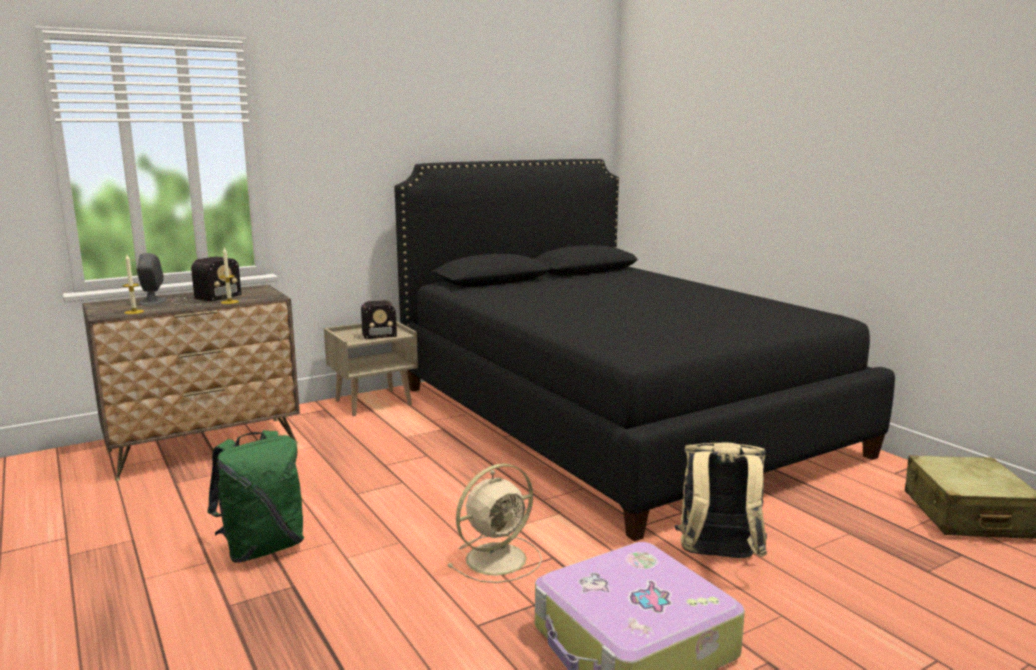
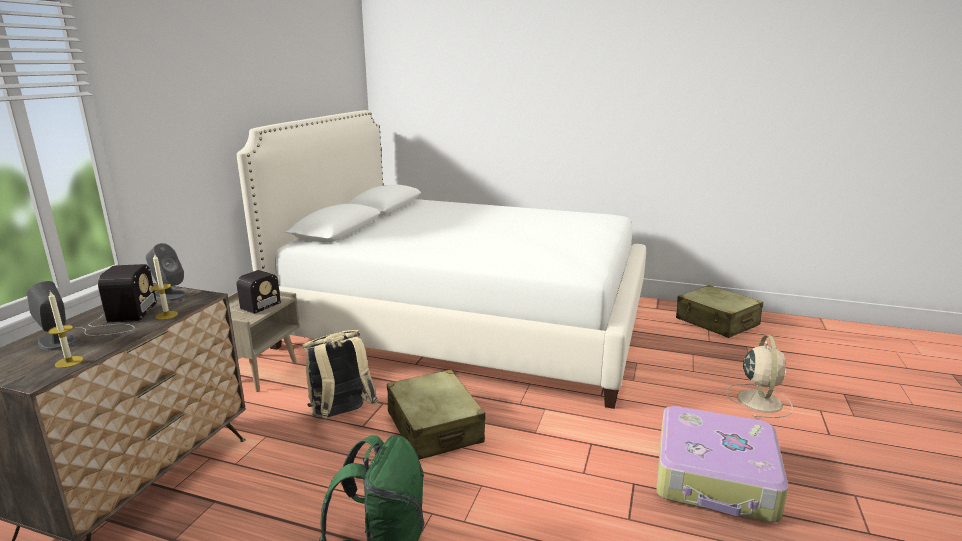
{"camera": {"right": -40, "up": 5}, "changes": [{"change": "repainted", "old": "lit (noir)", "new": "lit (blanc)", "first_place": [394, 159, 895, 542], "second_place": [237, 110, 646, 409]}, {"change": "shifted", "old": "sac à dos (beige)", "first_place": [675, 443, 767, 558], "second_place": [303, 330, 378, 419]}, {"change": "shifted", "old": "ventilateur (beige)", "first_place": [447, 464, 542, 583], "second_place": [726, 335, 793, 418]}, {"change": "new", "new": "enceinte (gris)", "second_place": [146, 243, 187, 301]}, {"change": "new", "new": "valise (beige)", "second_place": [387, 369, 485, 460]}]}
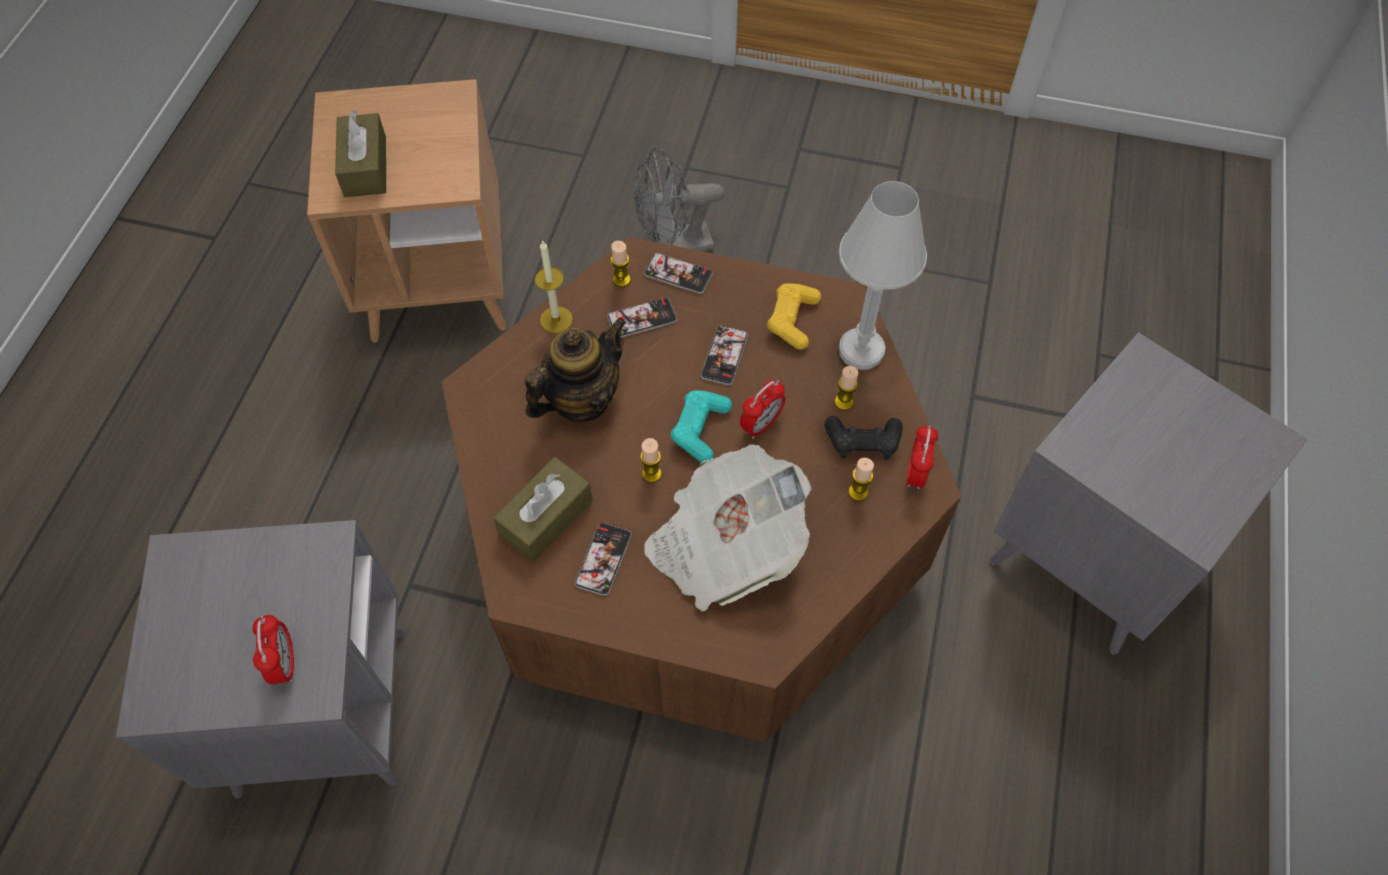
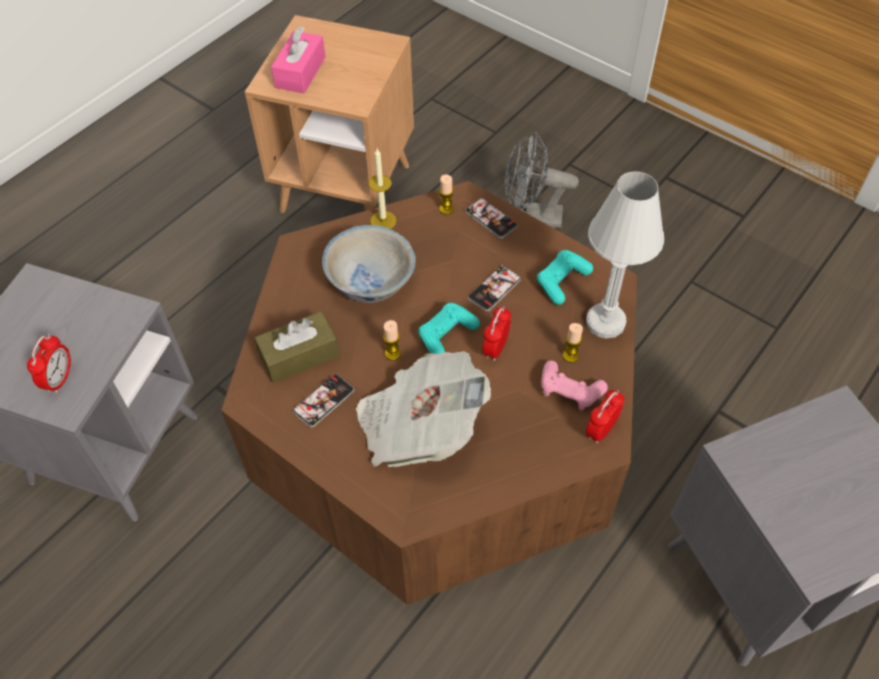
{"camera": {"right": 25, "up": -5}, "changes": [{"change": "repainted", "old": "boîte à mouchoirs (marron)", "new": "boîte à mouchoirs (rose)", "first_place": [335, 110, 386, 197], "second_place": [271, 26, 325, 93]}, {"change": "repainted", "old": "manette (jaune)", "new": "manette (turquoise)", "first_place": [767, 283, 821, 350], "second_place": [537, 250, 593, 305]}, {"change": "gone", "old": "téléphone", "first_place": [607, 298, 677, 338]}, {"change": "swapped", "old": "théière", "new": "bol (blanc)", "first_place": [525, 317, 627, 422], "second_place": [322, 225, 416, 303]}, {"change": "rotated", "old": "réveil", "first_place": [740, 380, 785, 439], "second_place": [482, 306, 511, 361], "degrees": 135}, {"change": "repainted", "old": "manette (noir)", "new": "manette (rose)", "first_place": [825, 416, 903, 460], "second_place": [541, 361, 608, 411]}, {"change": "gone", "old": "bougie", "first_place": [848, 458, 874, 501]}]}
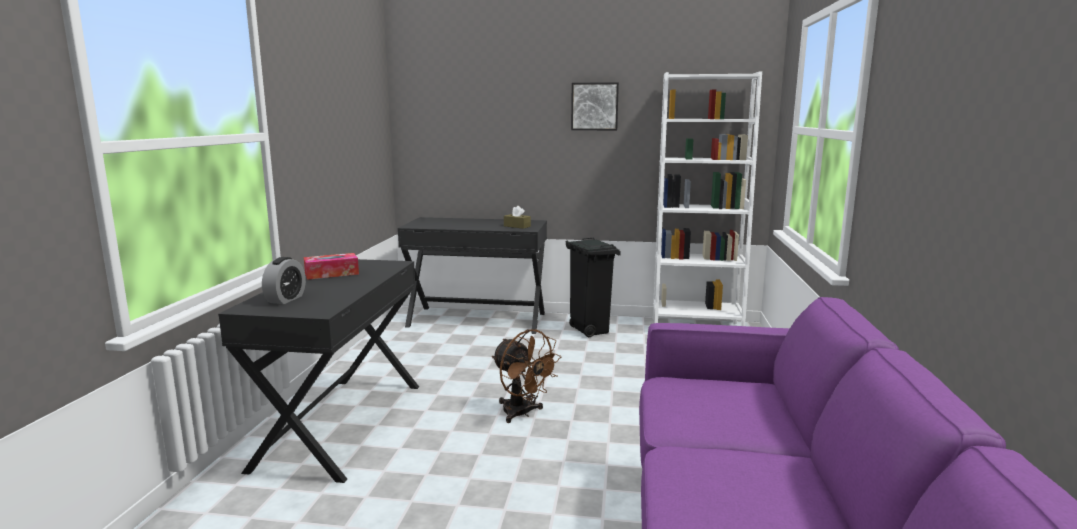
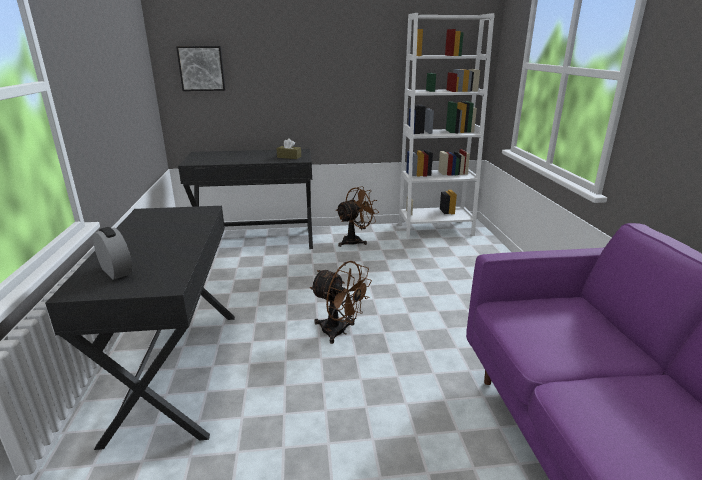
{"camera": {"right": -15, "up": 10}, "changes": [{"change": "shifted", "old": "tableau", "first_place": [571, 82, 619, 130], "second_place": [176, 46, 225, 91]}, {"change": "swapped", "old": "poubelle (noir)", "new": "ventilateur (marron)", "first_place": [565, 238, 621, 337], "second_place": [336, 186, 379, 247]}, {"change": "gone", "old": "boîte à mouchoirs", "first_place": [304, 253, 359, 280]}, {"change": "rotated", "old": "réveil", "first_place": [262, 257, 306, 304], "second_place": [93, 227, 132, 280], "degrees": -45}]}
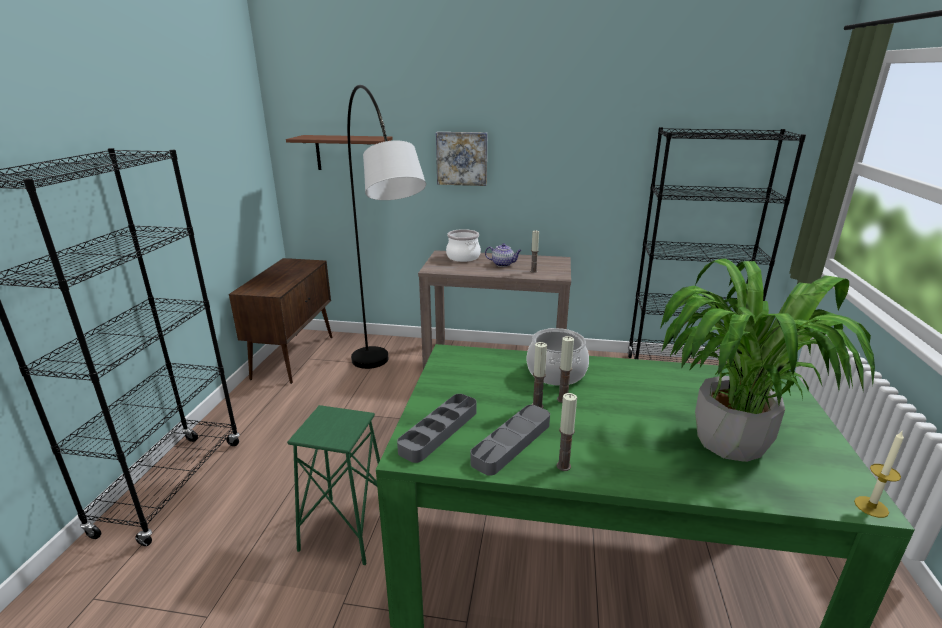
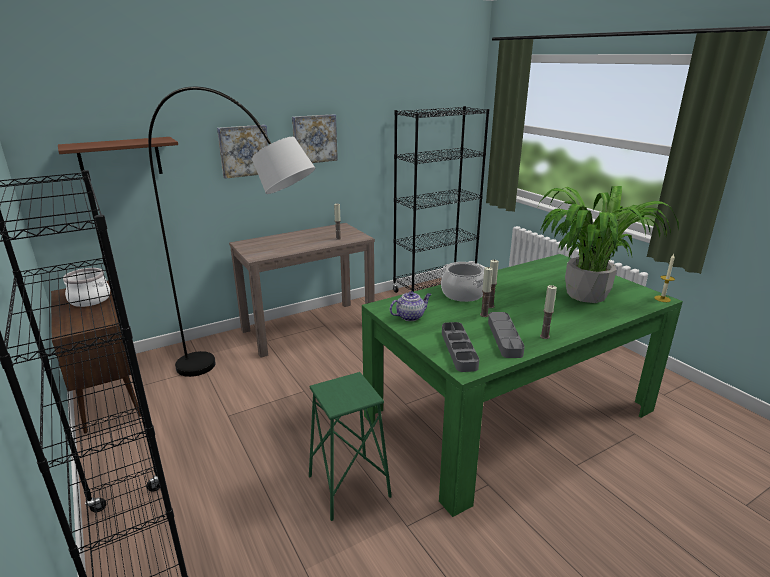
{"camera": {"right": -40, "up": 0}, "changes": [{"change": "shifted", "old": "marmite", "first_place": [446, 229, 481, 262], "second_place": [63, 268, 110, 307]}, {"change": "shifted", "old": "théière", "first_place": [485, 243, 522, 267], "second_place": [389, 291, 431, 321]}, {"change": "new", "new": "tableau", "second_place": [292, 114, 338, 163]}]}
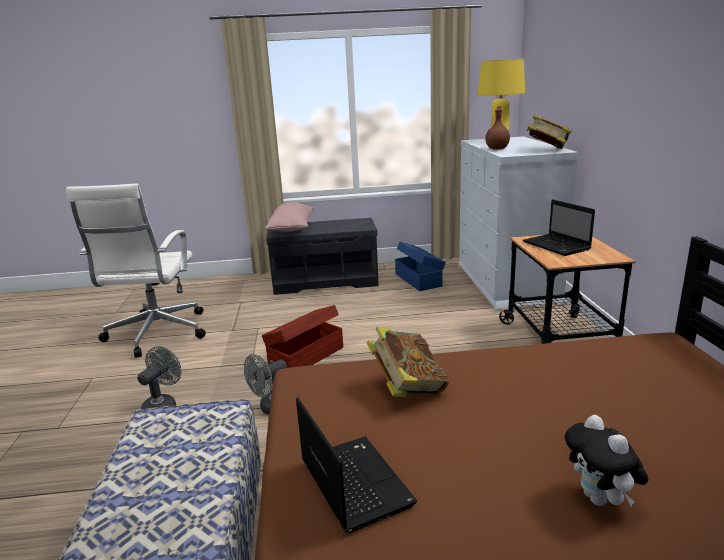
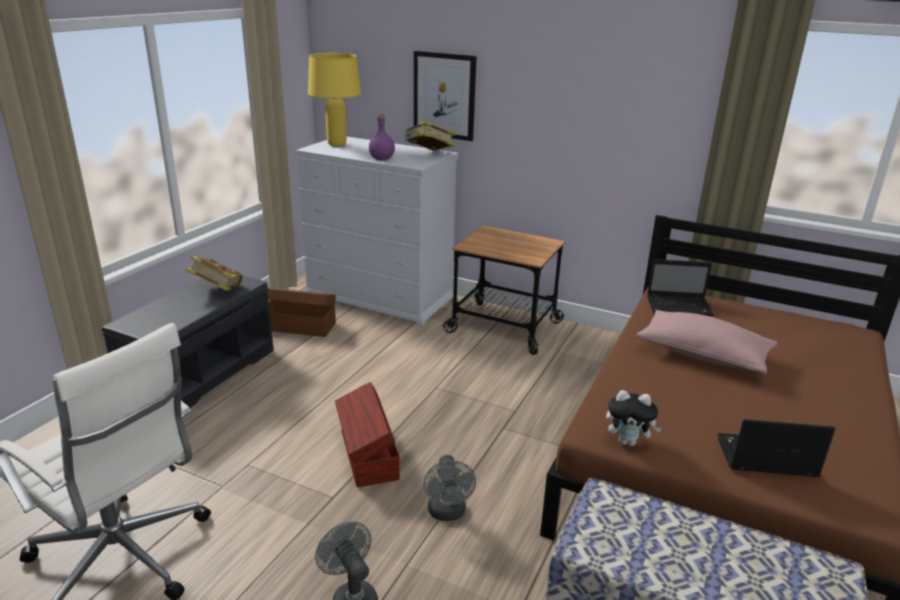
{"camera": {"right": -60, "up": 5}, "changes": [{"change": "repainted", "old": "bouteille (marron)", "new": "bouteille (violet)", "first_place": [485, 106, 510, 150], "second_place": [369, 114, 395, 160]}, {"change": "shifted", "old": "ordinateur portable", "first_place": [523, 199, 595, 256], "second_place": [647, 259, 714, 316]}, {"change": "shifted", "old": "coussin (rose)", "first_place": [265, 202, 315, 232], "second_place": [636, 310, 777, 374]}, {"change": "repainted", "old": "boîte de rangement (bleu)", "new": "boîte de rangement (marron)", "first_place": [395, 241, 446, 291], "second_place": [268, 288, 336, 337]}, {"change": "shifted", "old": "livre", "first_place": [367, 327, 449, 397], "second_place": [185, 256, 243, 291]}, {"change": "shifted", "old": "peluche", "first_place": [565, 415, 648, 506], "second_place": [606, 390, 662, 446]}, {"change": "new", "new": "tableau", "second_place": [414, 51, 477, 141]}]}
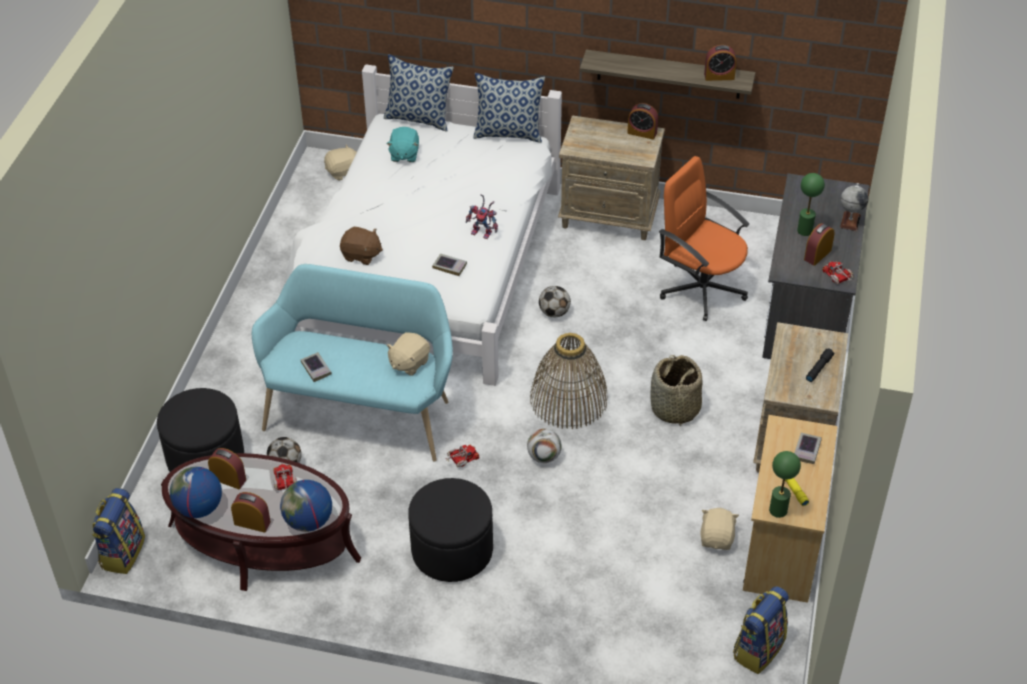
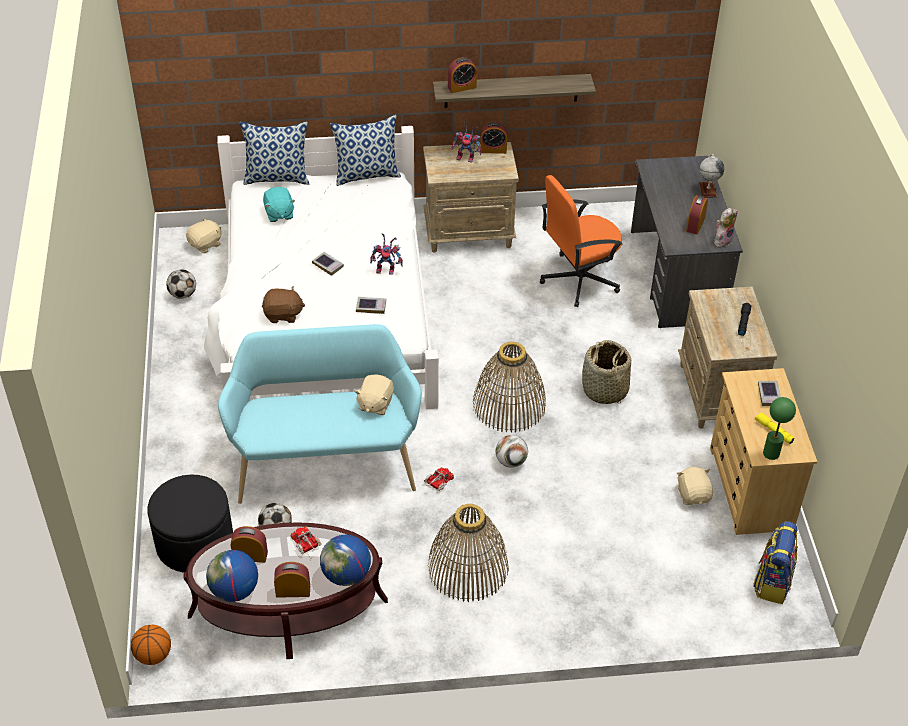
{"camera": {"right": -20, "up": 0}, "changes": [{"change": "shifted", "old": "réveil", "first_place": [704, 45, 736, 81], "second_place": [448, 57, 477, 93]}, {"change": "rotated", "old": "chaise de bureau (orange)", "first_place": [659, 156, 749, 321], "second_place": [540, 175, 623, 307], "degrees": -45}, {"change": "gone", "old": "lampe de table (vert)", "first_place": [797, 173, 825, 236]}, {"change": "swapped", "old": "camion jouet", "new": "peluche", "first_place": [822, 261, 854, 284], "second_place": [714, 208, 737, 247]}, {"change": "shifted", "old": "ballon de foot", "first_place": [539, 286, 571, 317], "second_place": [166, 269, 196, 299]}, {"change": "shifted", "old": "livre", "first_place": [301, 352, 332, 382], "second_place": [312, 252, 344, 276]}, {"change": "swapped", "old": "pouf (noir)", "new": "panier", "first_place": [408, 478, 493, 582], "second_place": [428, 504, 509, 602]}, {"change": "swapped", "old": "sac à dos", "new": "ballon de basket", "first_place": [92, 488, 145, 574], "second_place": [131, 624, 171, 665]}, {"change": "new", "new": "robot jouet", "second_place": [451, 121, 482, 163]}]}
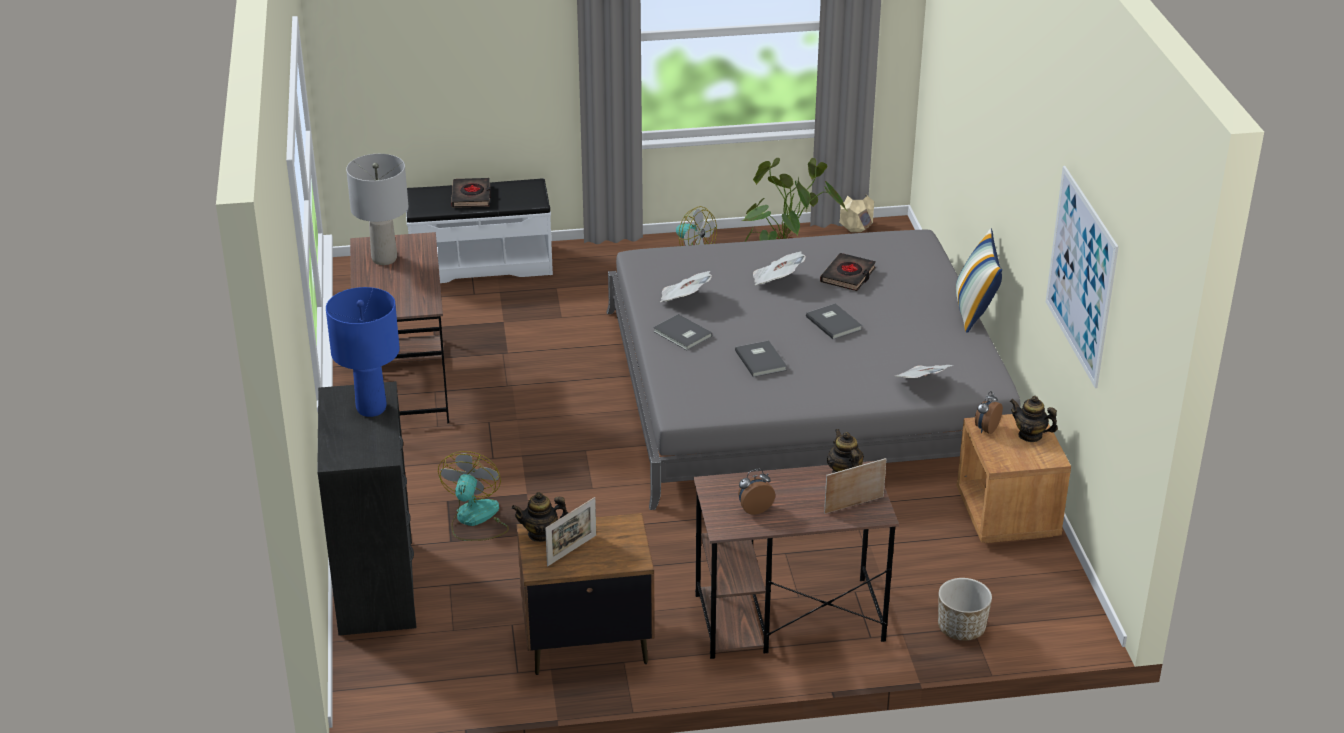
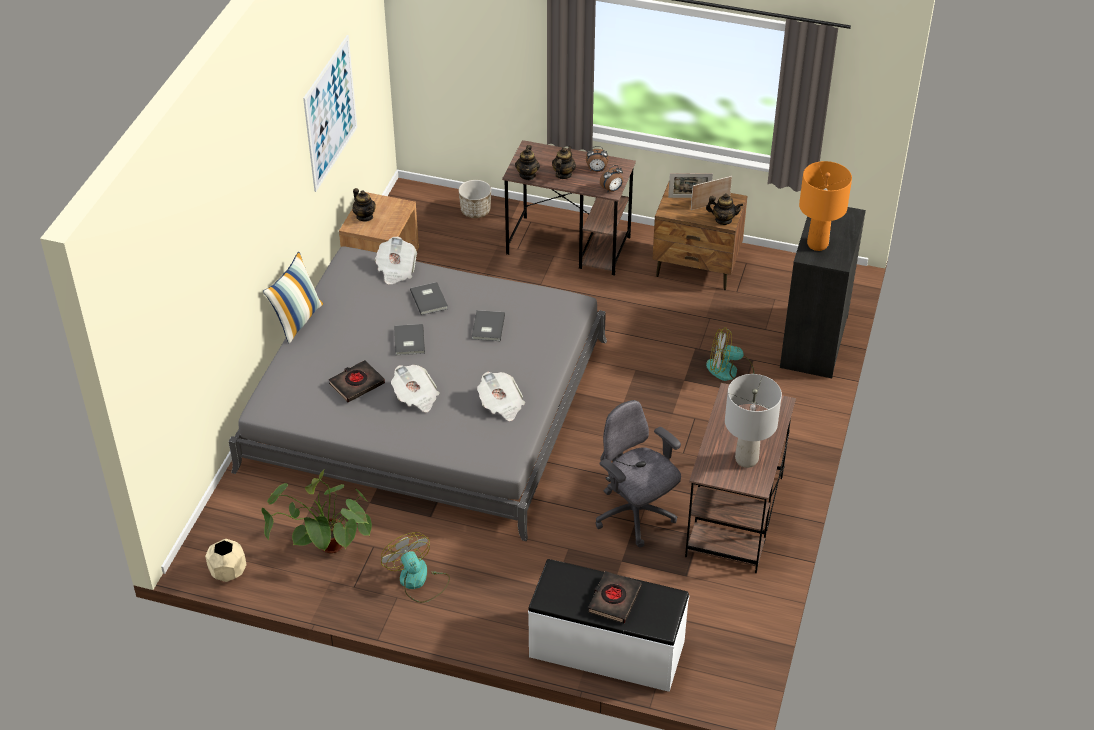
{"camera": {"right": -155, "up": 10}, "changes": [{"change": "repainted", "old": "lampe de table (bleu)", "new": "lampe de table (orange)", "first_place": [326, 287, 400, 417], "second_place": [799, 161, 852, 251]}, {"change": "shifted", "old": "livre (gris)", "first_place": [653, 314, 712, 350], "second_place": [410, 282, 448, 315]}, {"change": "shifted", "old": "réveil", "first_place": [975, 391, 1003, 434], "second_place": [600, 165, 623, 193]}, {"change": "rotated", "old": "ventilateur", "first_place": [438, 451, 509, 541], "second_place": [706, 327, 754, 381], "degrees": 60}, {"change": "shifted", "old": "cadre photo", "first_place": [824, 458, 886, 514], "second_place": [668, 173, 713, 198]}, {"change": "new", "new": "théière", "second_place": [552, 146, 576, 179]}, {"change": "new", "new": "chaise de bureau (gris)", "second_place": [596, 400, 681, 547]}]}
